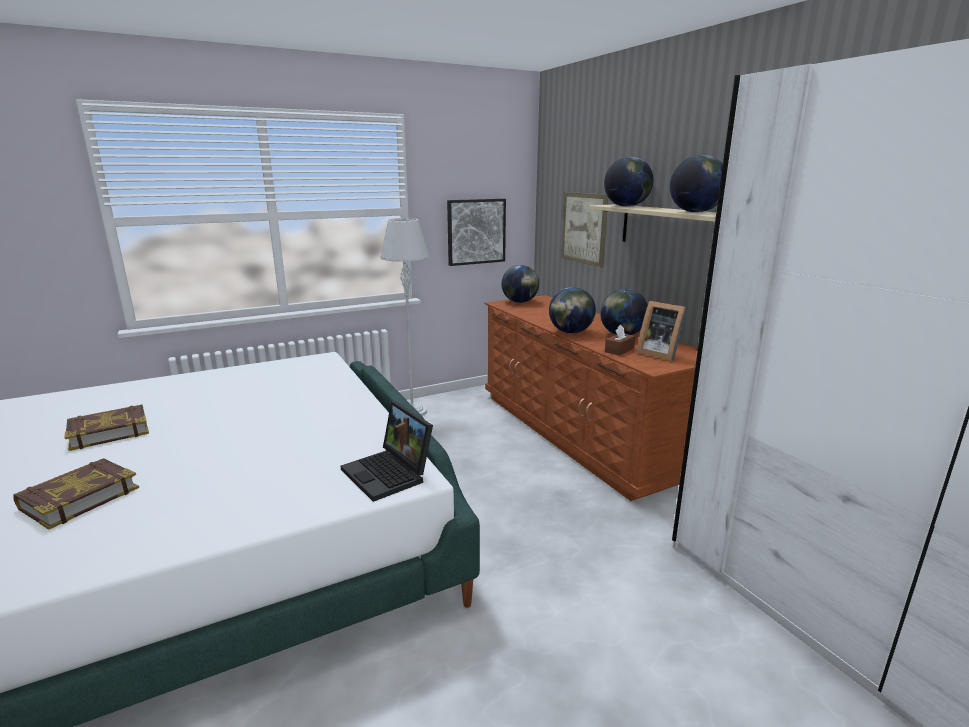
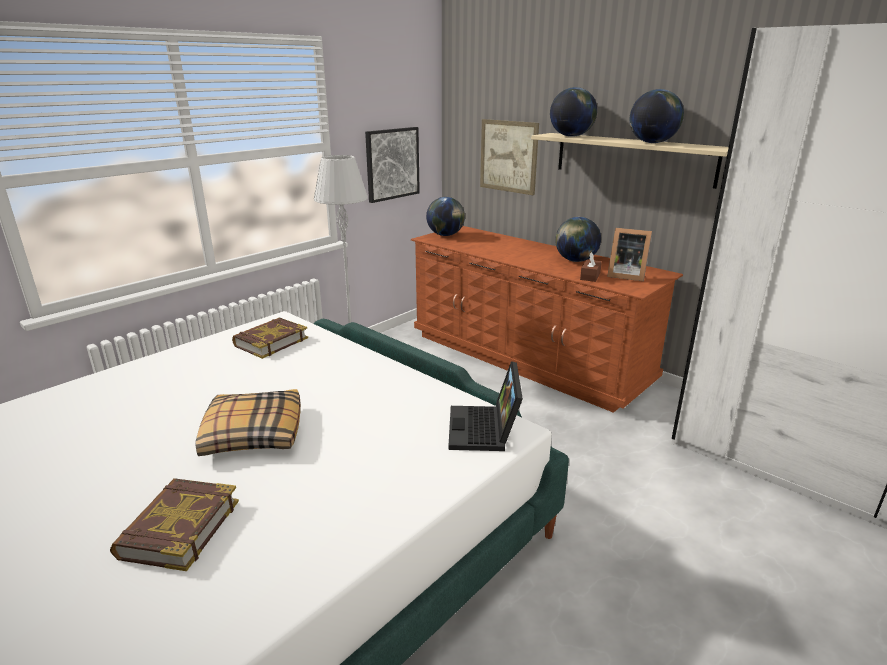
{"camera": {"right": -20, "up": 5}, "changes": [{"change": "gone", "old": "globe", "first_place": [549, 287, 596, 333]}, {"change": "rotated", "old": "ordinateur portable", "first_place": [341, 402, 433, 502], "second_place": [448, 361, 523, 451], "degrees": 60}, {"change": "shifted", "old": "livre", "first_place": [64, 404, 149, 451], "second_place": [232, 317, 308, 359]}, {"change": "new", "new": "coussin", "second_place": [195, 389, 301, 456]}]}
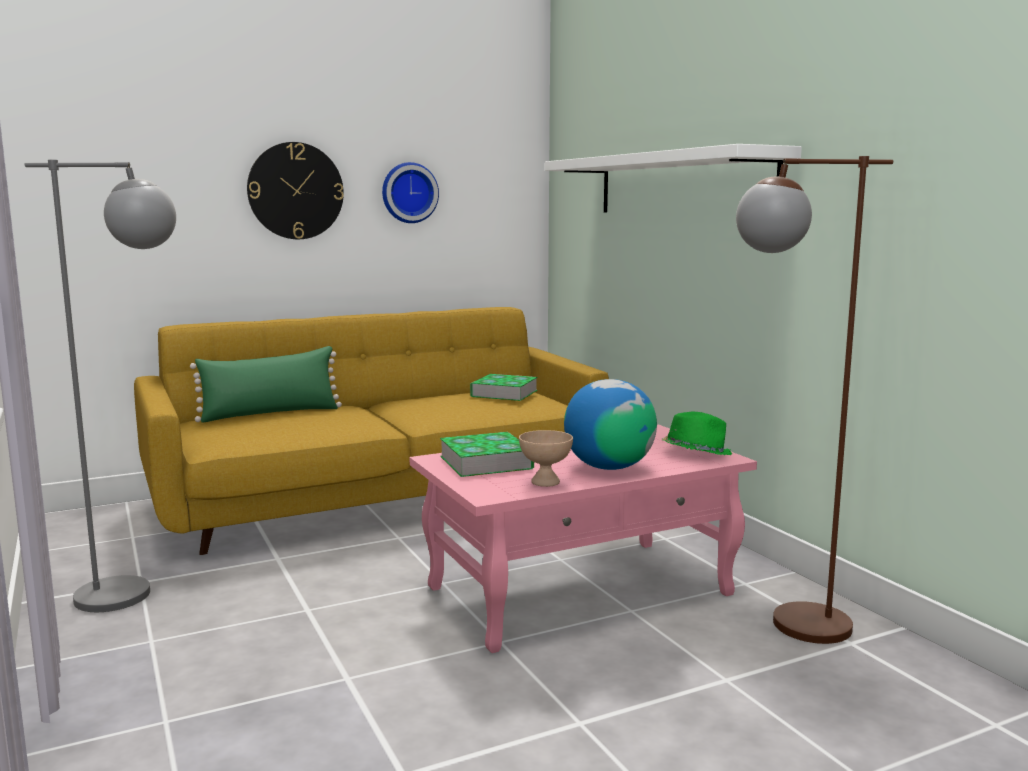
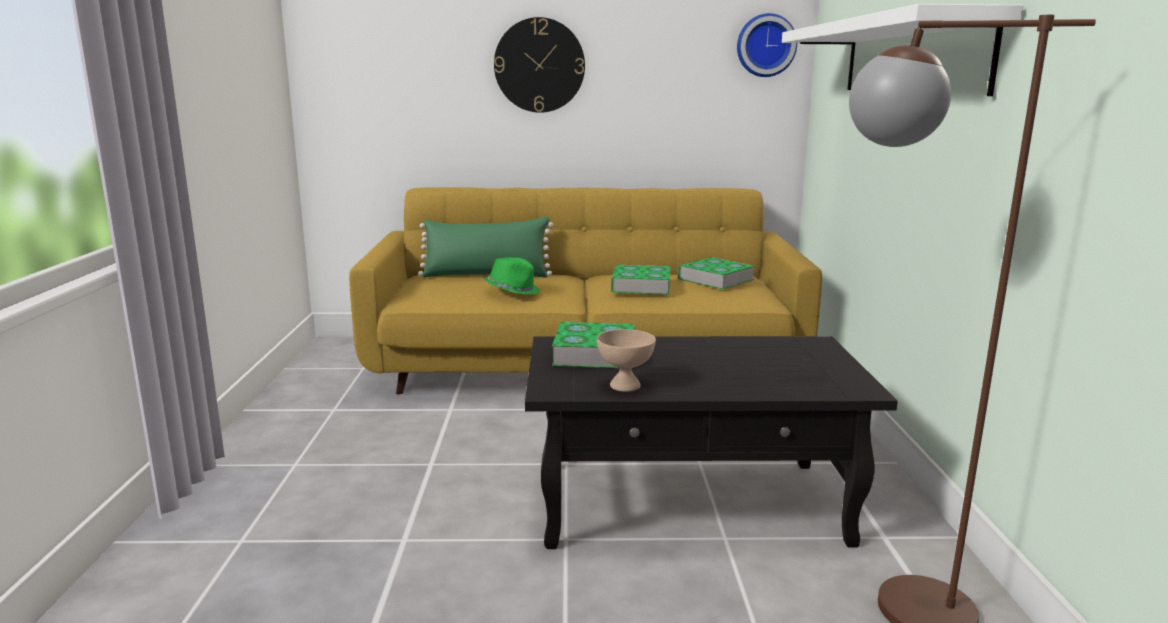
{"camera": {"right": 25, "up": 5}, "changes": [{"change": "gone", "old": "lampadaire (gris)", "first_place": [25, 160, 176, 612]}, {"change": "shifted", "old": "horloge murale", "first_place": [382, 162, 439, 223], "second_place": [737, 13, 797, 77]}, {"change": "gone", "old": "globe", "first_place": [564, 379, 657, 470]}, {"change": "shifted", "old": "chapeau (vert)", "first_place": [662, 412, 732, 455], "second_place": [484, 257, 540, 295]}, {"change": "repainted", "old": "table basse (rose)", "new": "table basse (noir)", "first_place": [410, 425, 757, 653], "second_place": [525, 336, 898, 549]}, {"change": "new", "new": "livre", "second_place": [611, 265, 671, 295]}]}
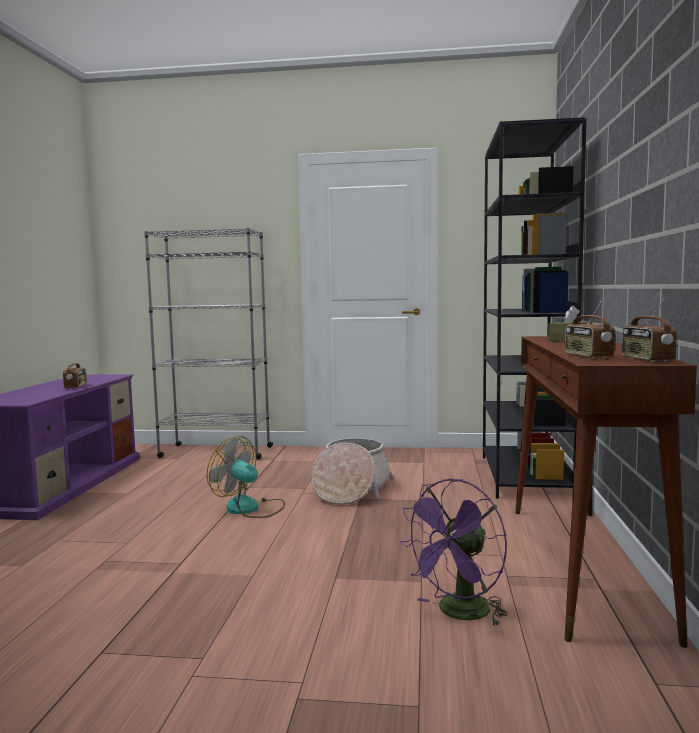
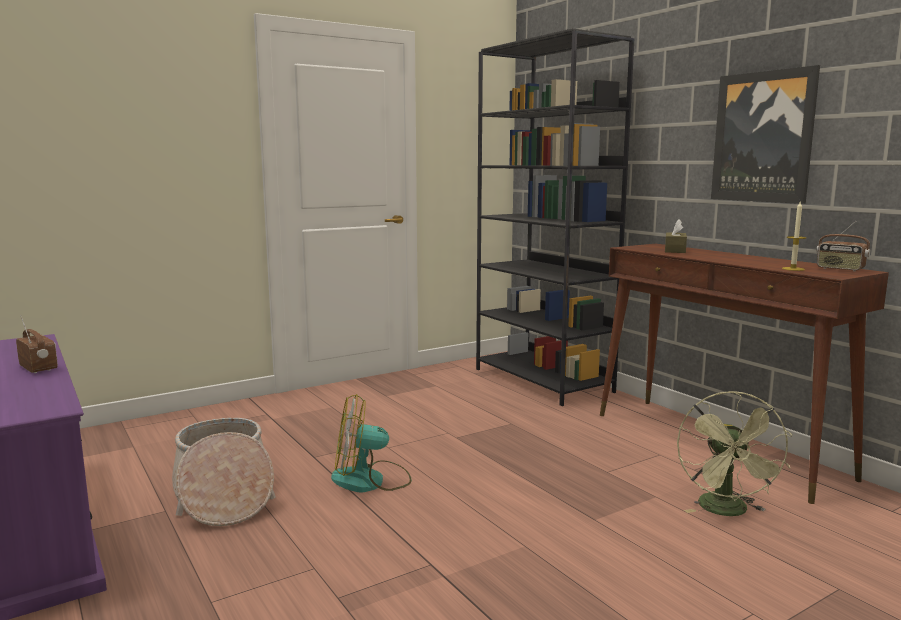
{"camera": {"right": -40, "up": 5}, "changes": [{"change": "gone", "old": "bibliothèque (gris)", "first_place": [144, 228, 273, 460]}, {"change": "swapped", "old": "radio", "new": "bougie", "first_place": [565, 299, 615, 359], "second_place": [782, 202, 806, 271]}, {"change": "shifted", "old": "panier", "first_place": [312, 438, 394, 505], "second_place": [172, 418, 276, 526]}, {"change": "repainted", "old": "ventilateur (violet)", "new": "ventilateur (vert)", "first_place": [399, 479, 508, 627], "second_place": [677, 391, 792, 516]}, {"change": "new", "new": "tableau", "second_place": [711, 65, 820, 204]}]}
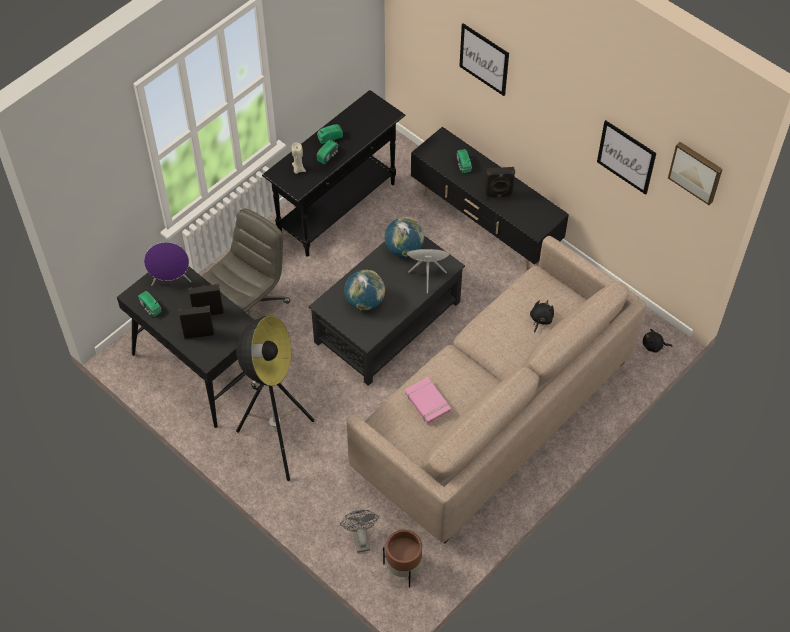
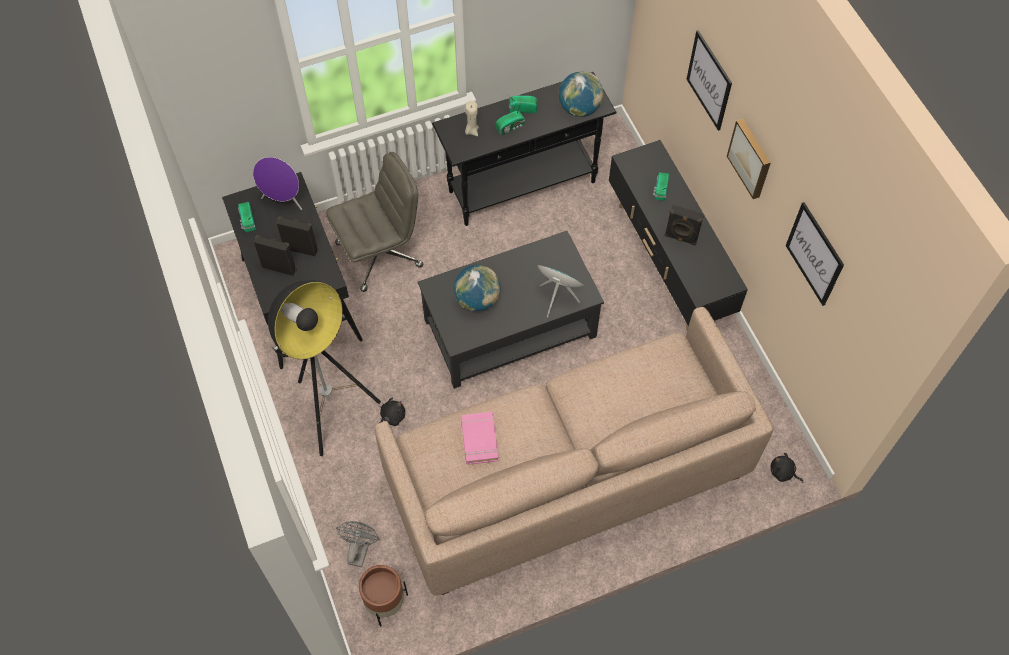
{"camera": {"right": 25, "up": 5}, "changes": [{"change": "shifted", "old": "tableau", "first_place": [668, 142, 723, 205], "second_place": [727, 118, 771, 199]}, {"change": "shifted", "old": "globe", "first_place": [385, 217, 424, 257], "second_place": [559, 71, 603, 117]}, {"change": "shifted", "old": "peluche (noir)", "first_place": [530, 300, 554, 333], "second_place": [379, 397, 405, 426]}]}
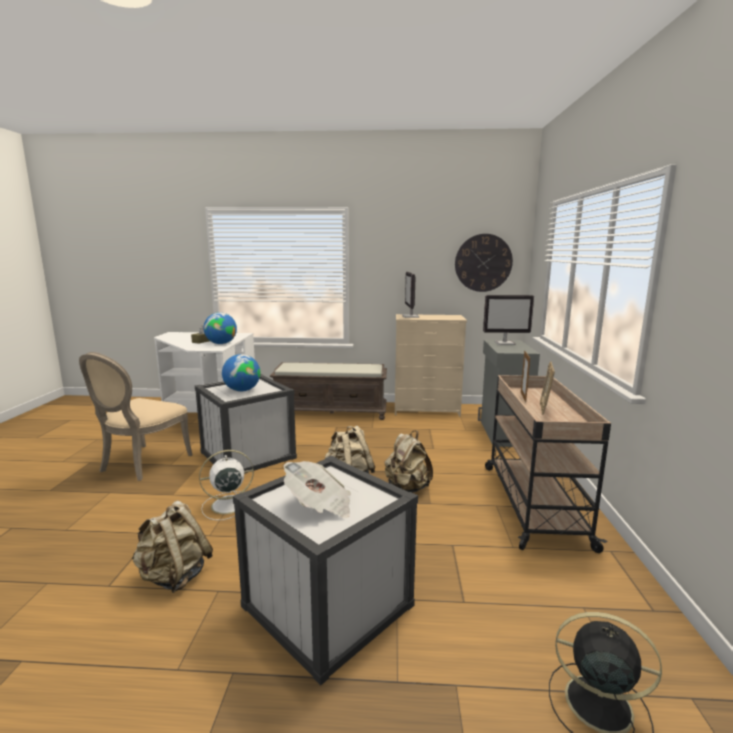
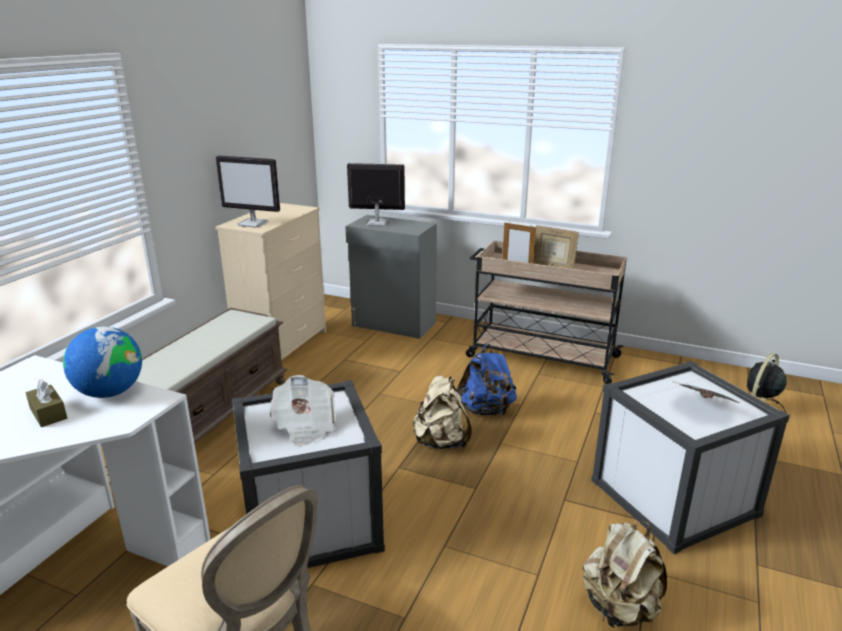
{"camera": {"right": -70, "up": 10}, "changes": [{"change": "gone", "old": "horloge murale", "first_place": [455, 234, 513, 292]}, {"change": "rotated", "old": "écran d'ordinateur", "first_place": [483, 295, 534, 345], "second_place": [347, 163, 405, 226], "degrees": -105}, {"change": "swapped", "old": "globe", "new": "journal", "first_place": [222, 354, 260, 392], "second_place": [269, 375, 336, 447]}, {"change": "repainted", "old": "sac à dos (beige)", "new": "sac à dos (bleu)", "first_place": [384, 431, 433, 493], "second_place": [457, 344, 517, 416]}, {"change": "gone", "old": "ventilateur (blanc)", "first_place": [199, 450, 254, 520]}]}
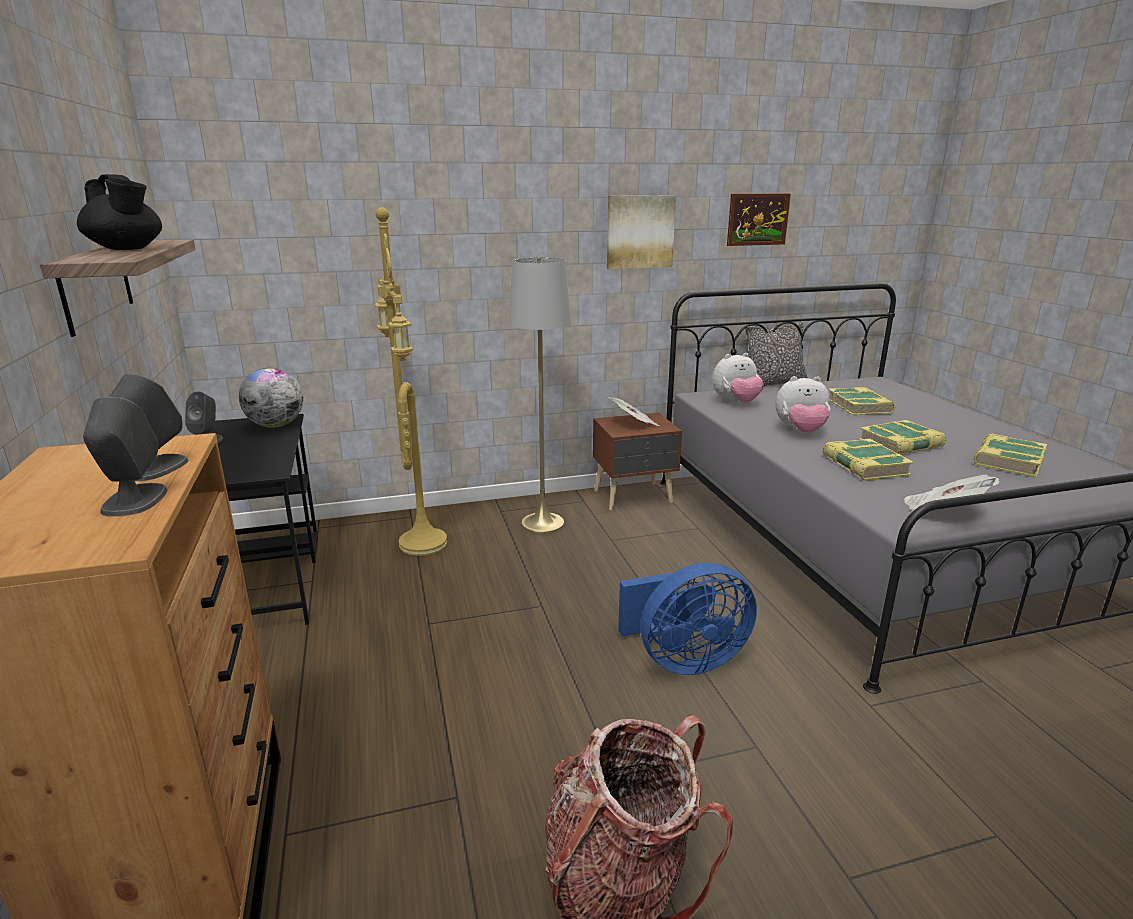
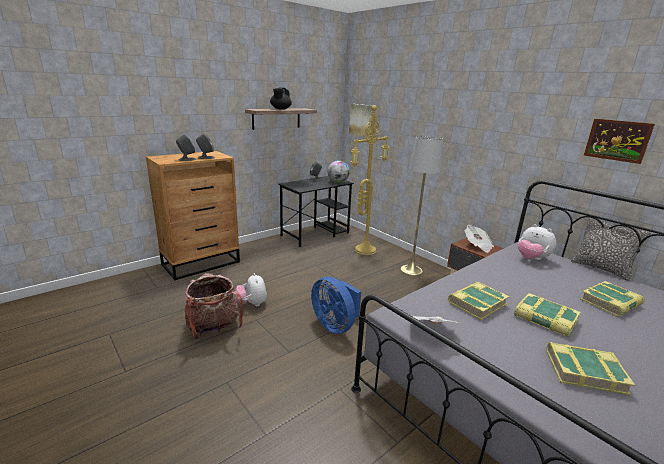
{"camera": {"right": 65, "up": 0}, "changes": [{"change": "shifted", "old": "tableau", "first_place": [607, 195, 676, 269], "second_place": [349, 104, 372, 137]}, {"change": "shifted", "old": "peluche", "first_place": [775, 376, 831, 433], "second_place": [235, 273, 267, 306]}]}
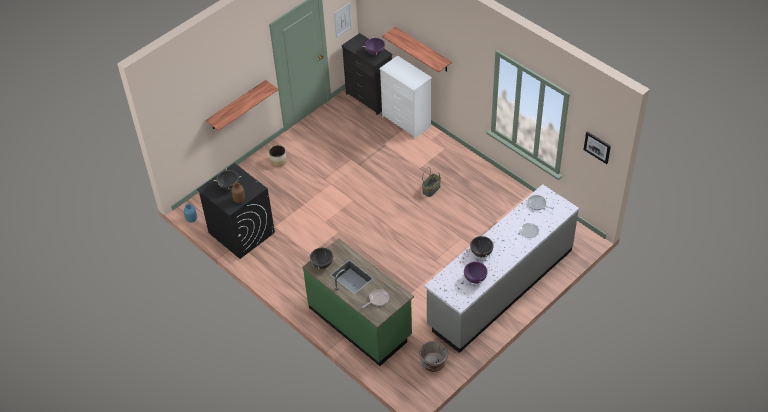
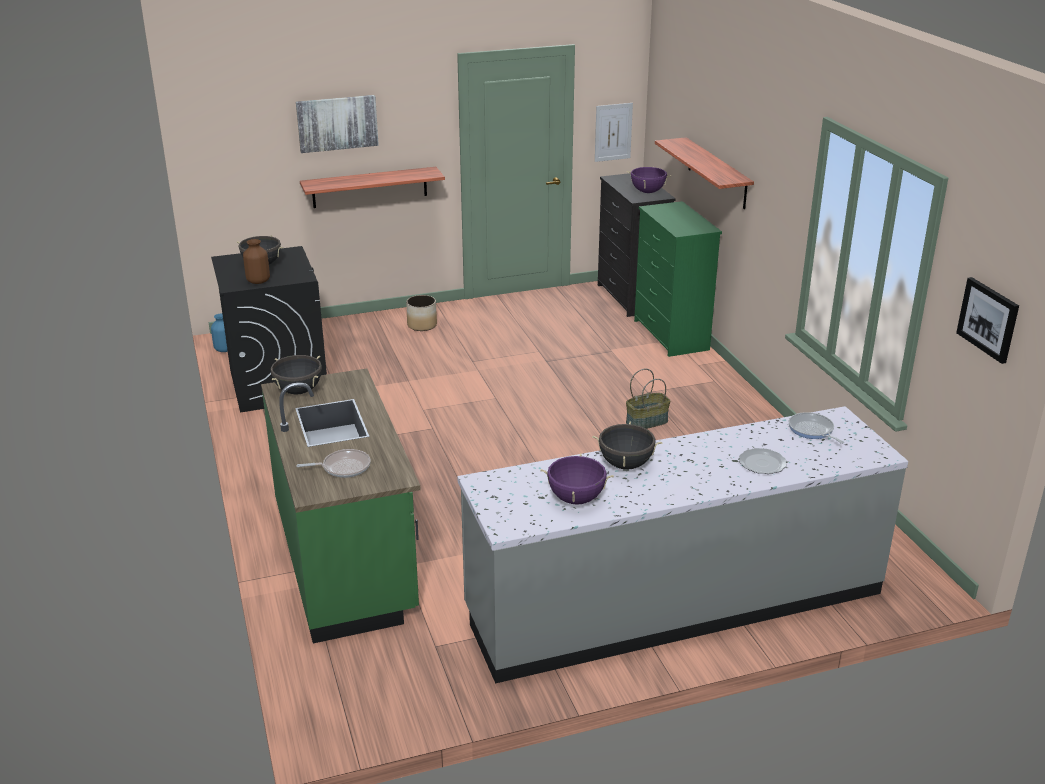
{"camera": {"right": 25, "up": -20}, "changes": [{"change": "repainted", "old": "commode (blanc)", "new": "commode (vert)", "first_place": [379, 55, 432, 139], "second_place": [634, 201, 722, 357]}, {"change": "gone", "old": "cache-pot (gris)", "first_place": [419, 341, 448, 372]}, {"change": "new", "new": "tableau", "second_place": [296, 95, 379, 153]}]}
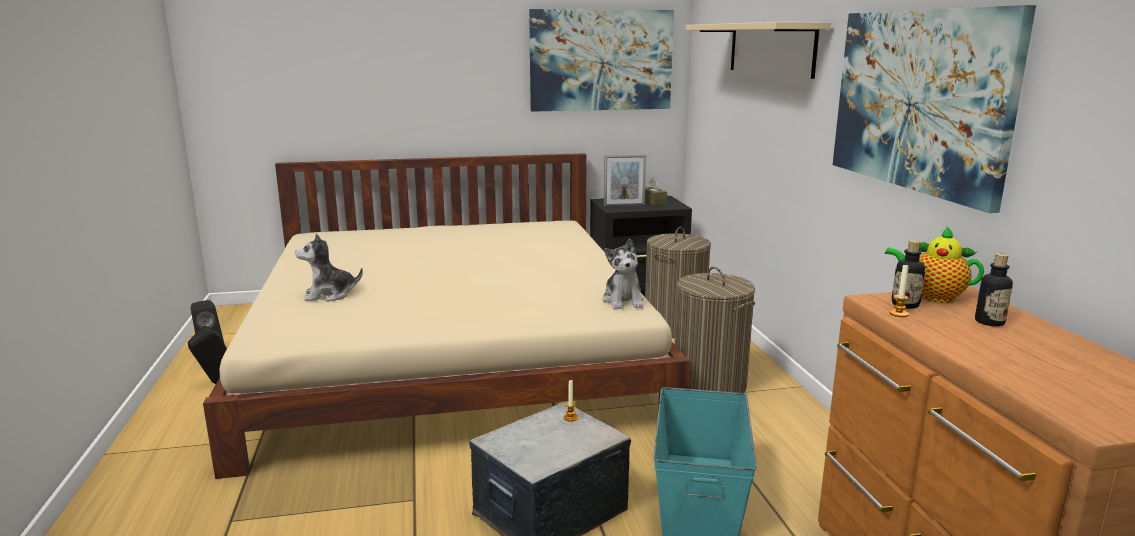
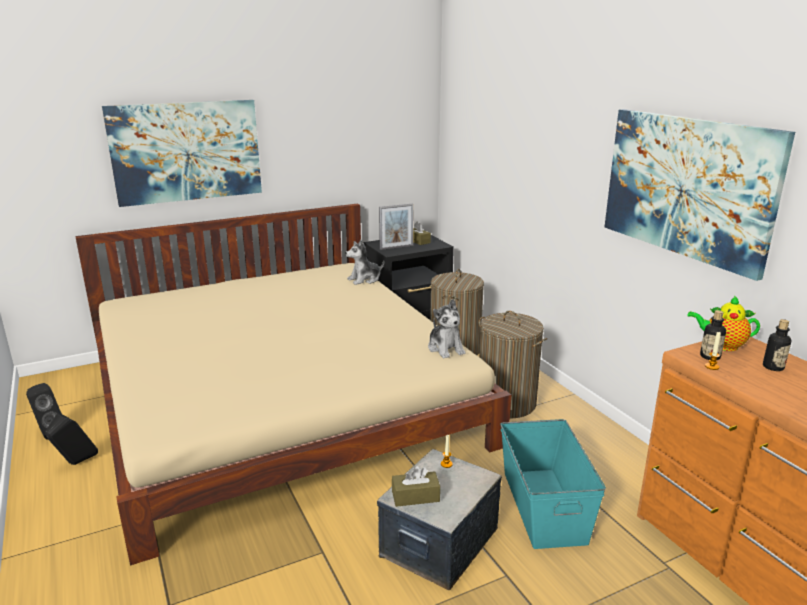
{"camera": {"right": -15, "up": 5}, "changes": [{"change": "shifted", "old": "tableau", "first_place": [529, 9, 674, 112], "second_place": [102, 100, 262, 207]}, {"change": "gone", "old": "étagère (beige)", "first_place": [686, 22, 831, 79]}, {"change": "shifted", "old": "peluche", "first_place": [295, 234, 363, 302], "second_place": [345, 240, 384, 285]}, {"change": "new", "new": "boîte à mouchoirs (marron)", "second_place": [392, 466, 440, 507]}]}
